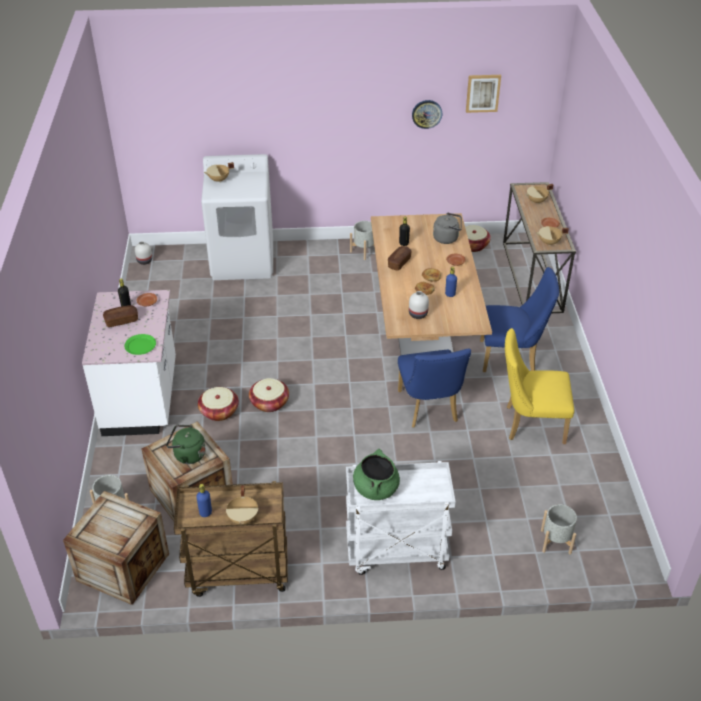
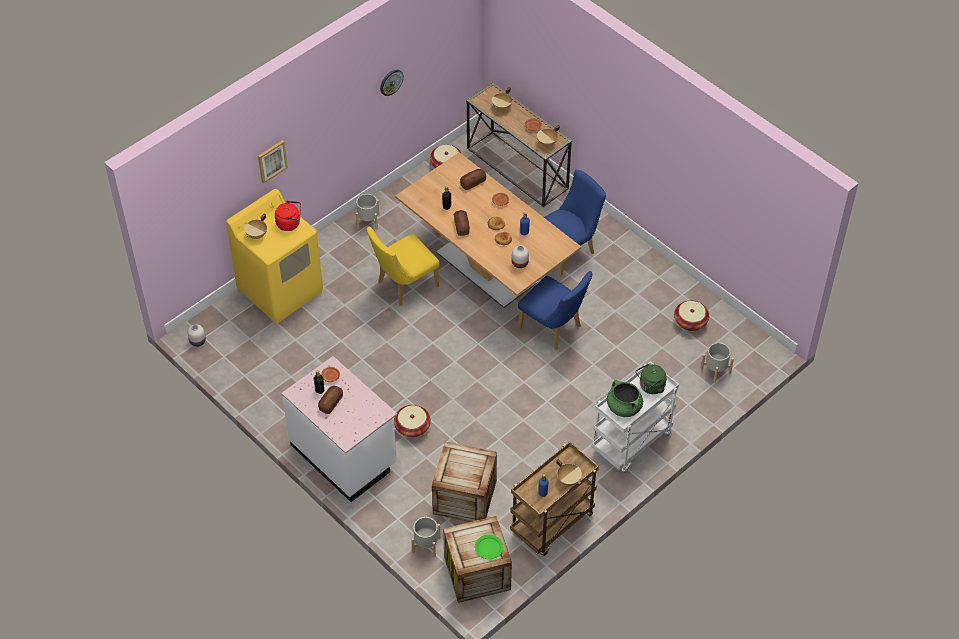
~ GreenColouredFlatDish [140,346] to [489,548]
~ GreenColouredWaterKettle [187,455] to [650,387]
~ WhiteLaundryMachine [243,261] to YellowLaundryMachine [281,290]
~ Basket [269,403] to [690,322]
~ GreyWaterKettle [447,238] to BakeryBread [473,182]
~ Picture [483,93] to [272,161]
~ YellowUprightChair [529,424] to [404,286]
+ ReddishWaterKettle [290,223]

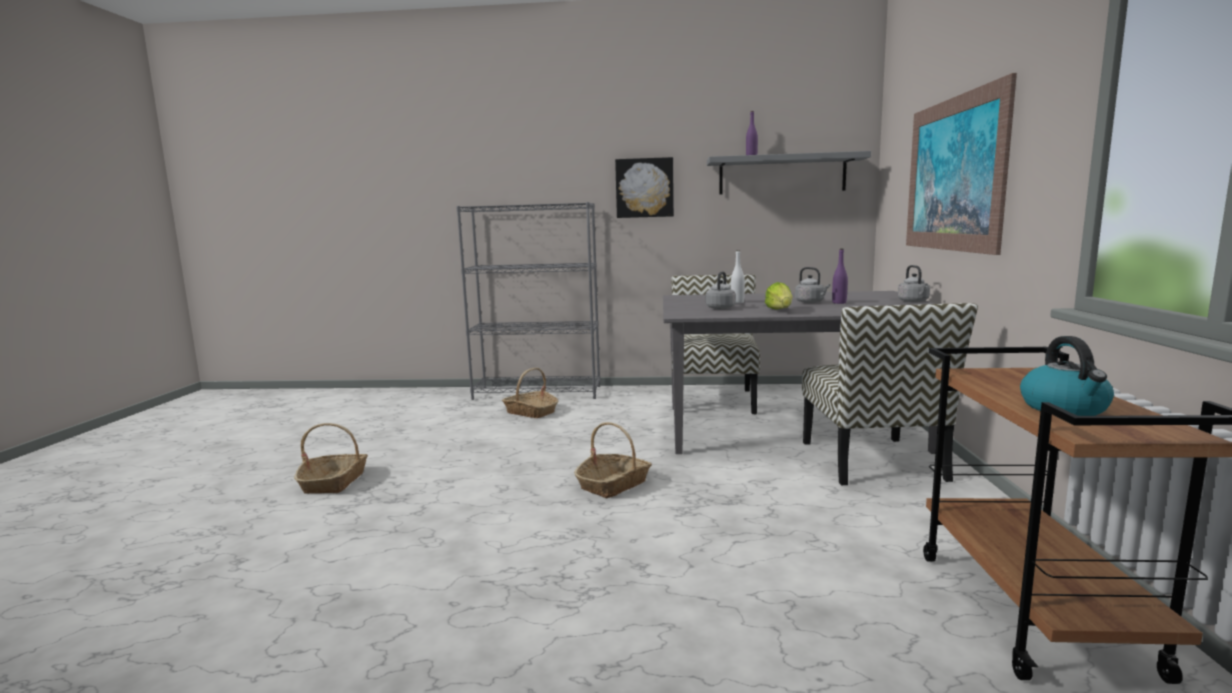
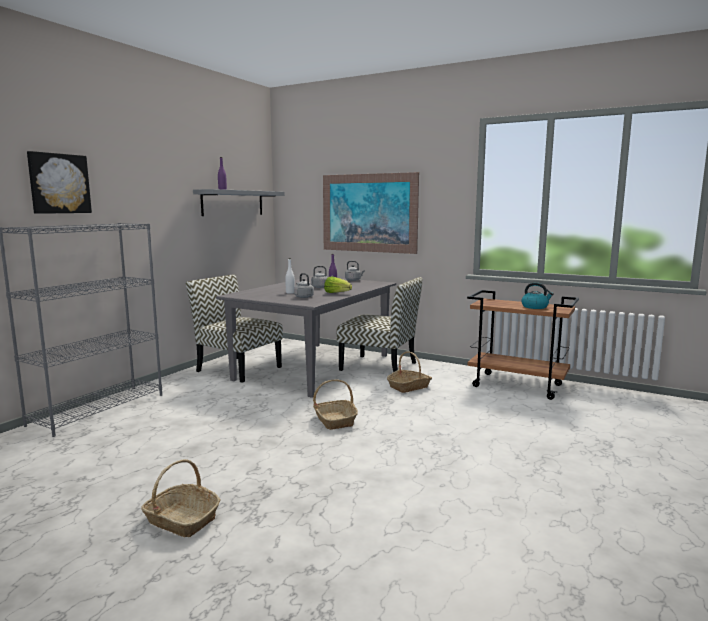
~ Basket [531,412] to [409,387]
~ Picture [644,188] to [59,183]

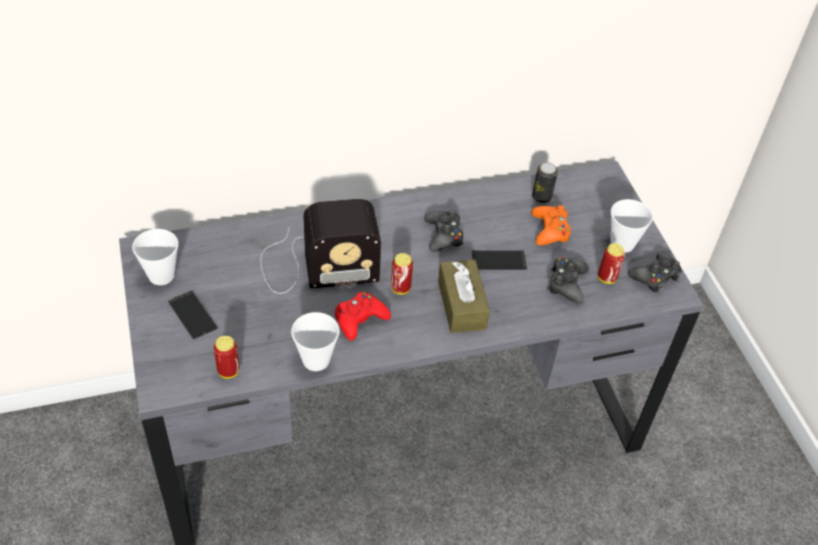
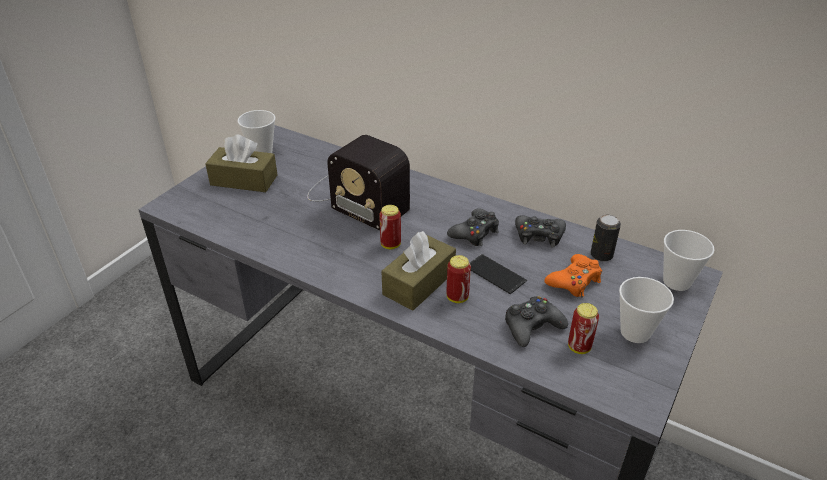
~ Phone [192,315] to BrownBoxOfTissues [244,180]
~ SealedCan [228,371] to [457,297]
~ SmallCup [316,360] to [676,281]
- ReddishJoypad [359,319]
~ BlackColouredJoypad [655,277] to [539,236]

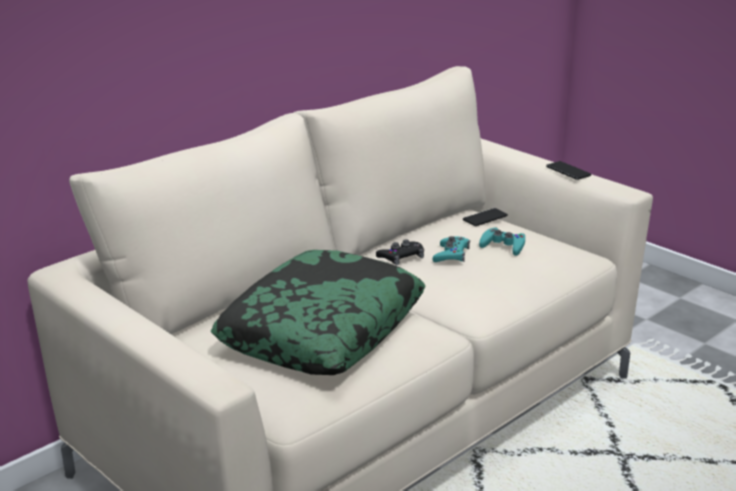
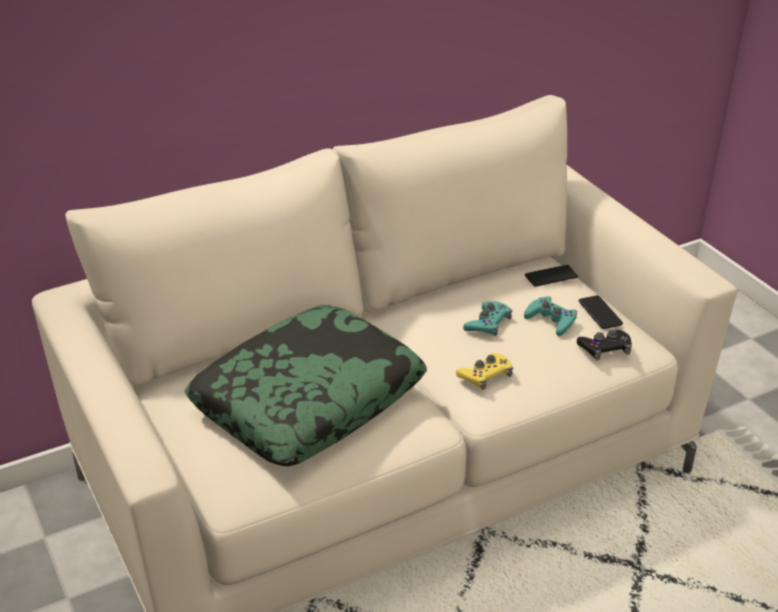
~ BlackColouredJoypad [401,257] to [604,348]
~ Phone [568,171] to [600,313]
+ YellowJoypad [485,375]

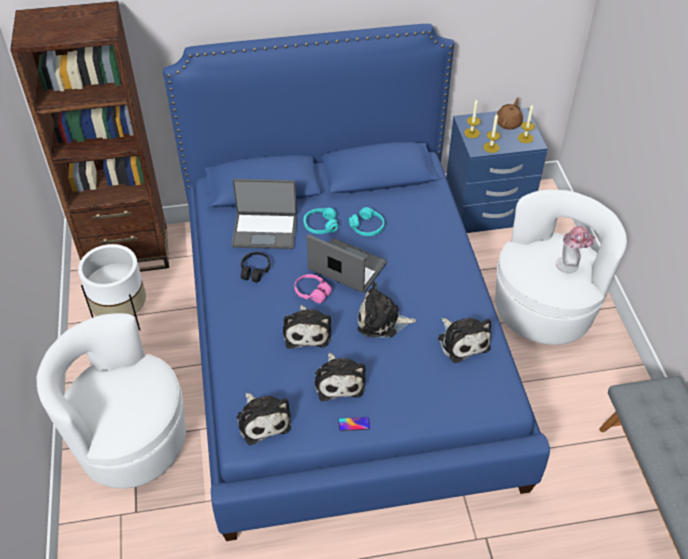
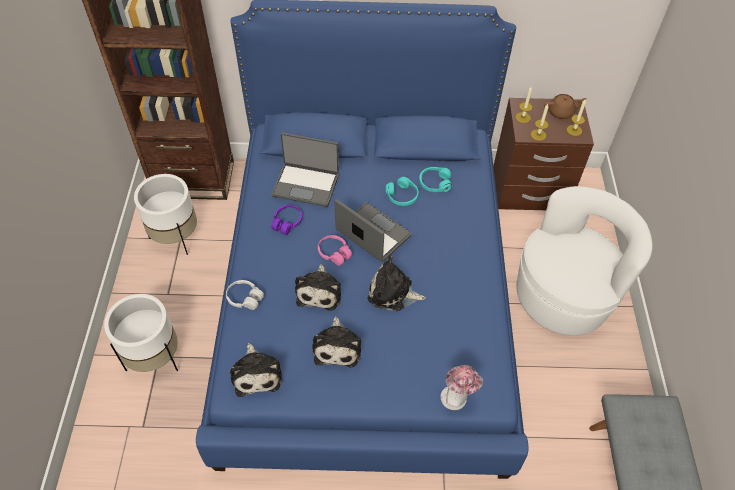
~ WhiteArmchair [130,440] to WhiteFlowerPot [154,357]
~ BlackColouredHeadset [255,271] to PurpleHeadset [287,223]
~ BlueGreenHeadset [320,225] to [434,183]
- Phone [354,424]
- CuddlyToy [462,341]
~ BlueNightstand [486,211] to BrownNightstand [529,190]
~ BrownTeaPot [508,123] = [561,112] 45 degrees clockwise
~ WearableHat [570,264] to [457,398]
+ WhiteHeadset [245,298]

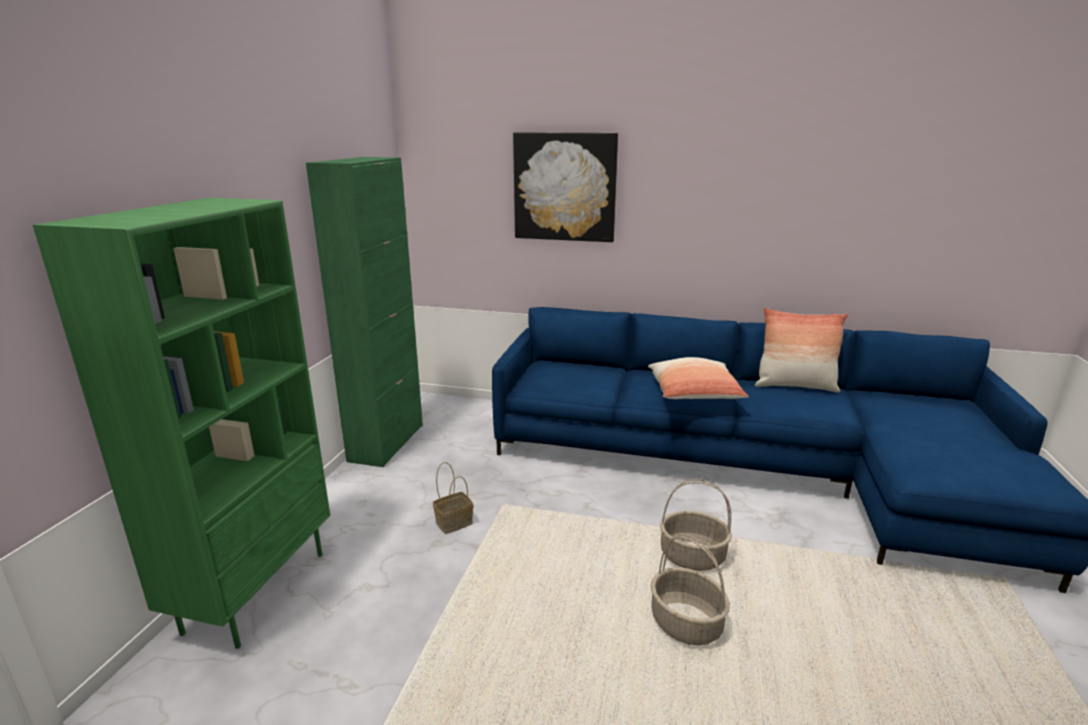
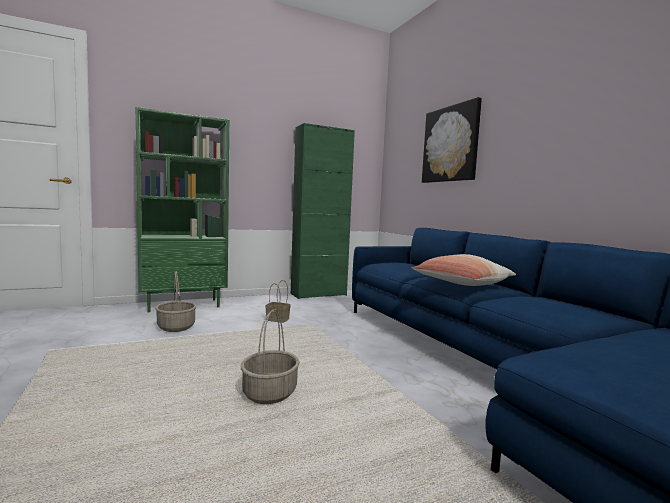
~ Basket [693,556] to [176,327]
- Cushion [795,386]

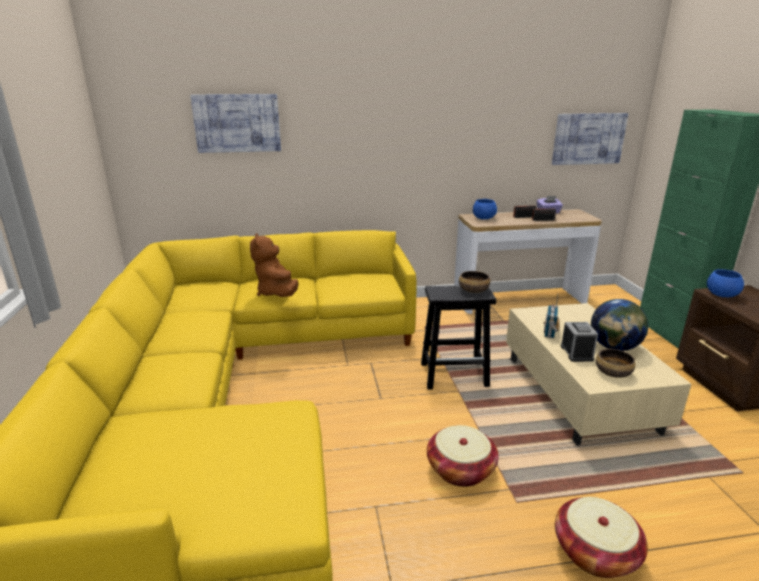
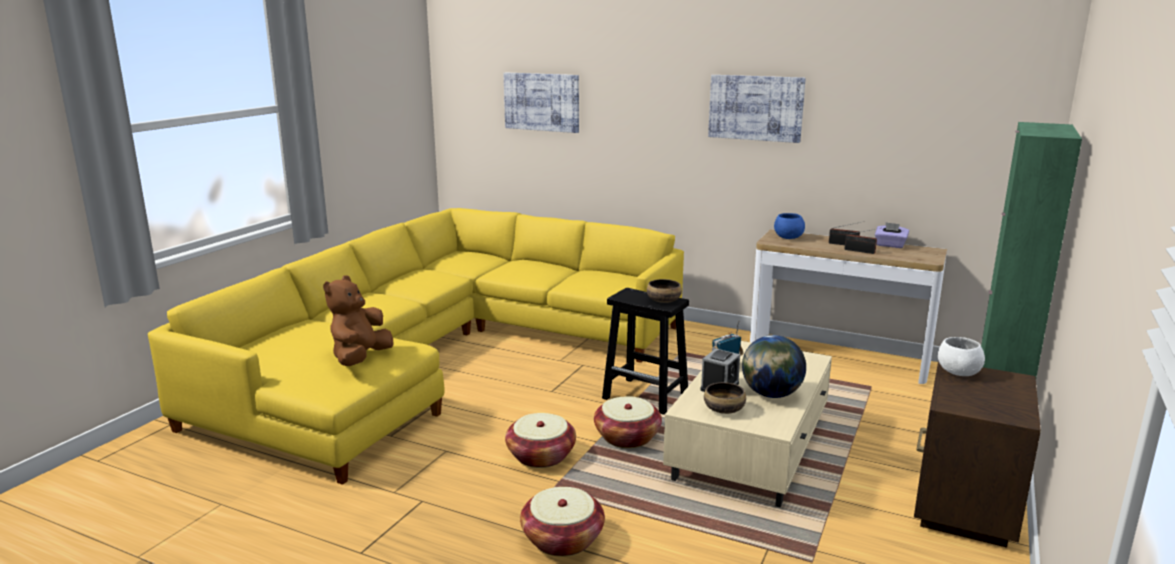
~ BrownCuddlyToy [277,293] to [360,359]
~ Picture [588,139] to [755,108]
~ BlueDeepDish [721,295] to WhiteDeepDish [958,372]
+ Basket [627,437]

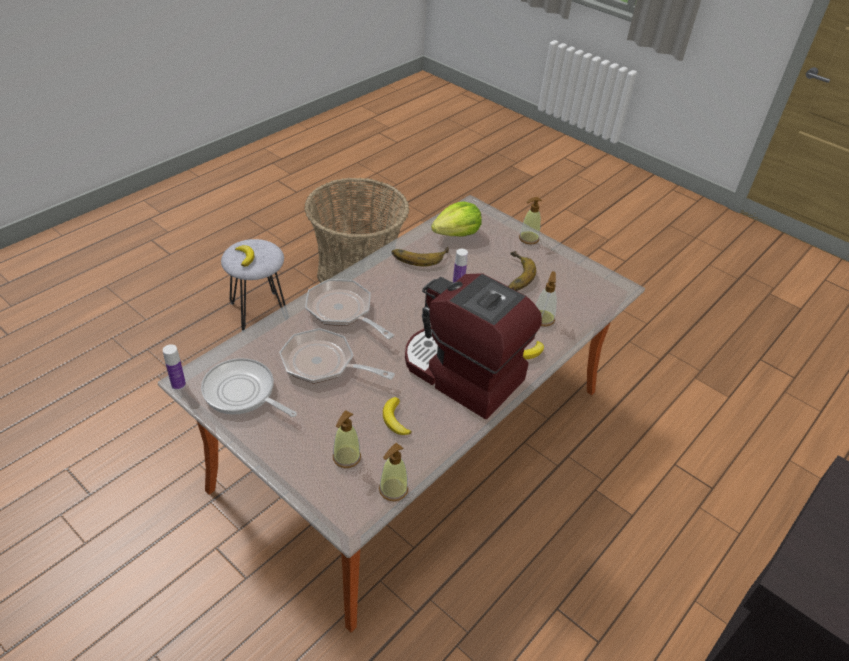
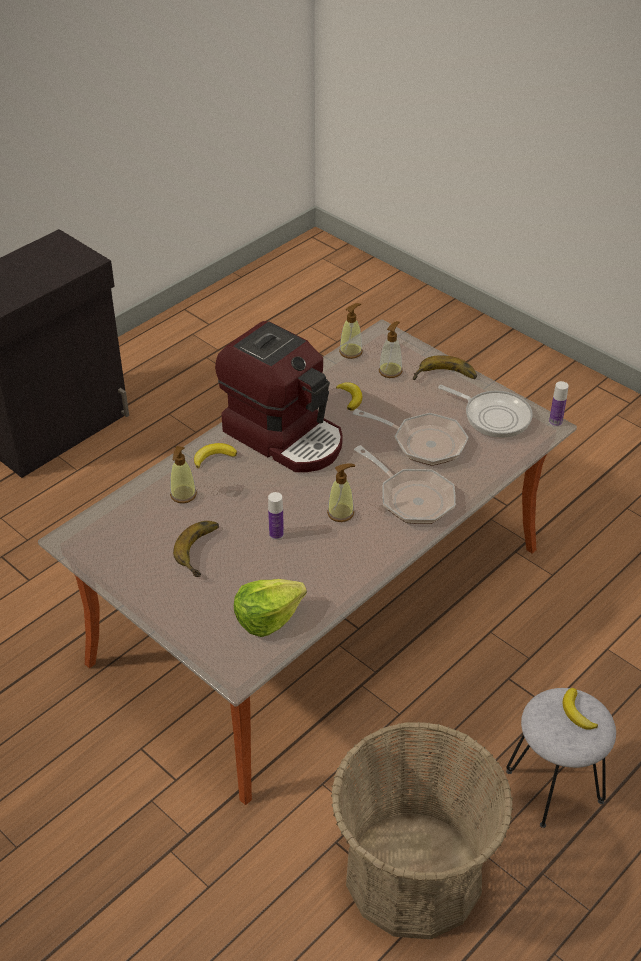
~ Banana [419,255] to [445,378]
~ SoapBottle [528,238] to [341,513]

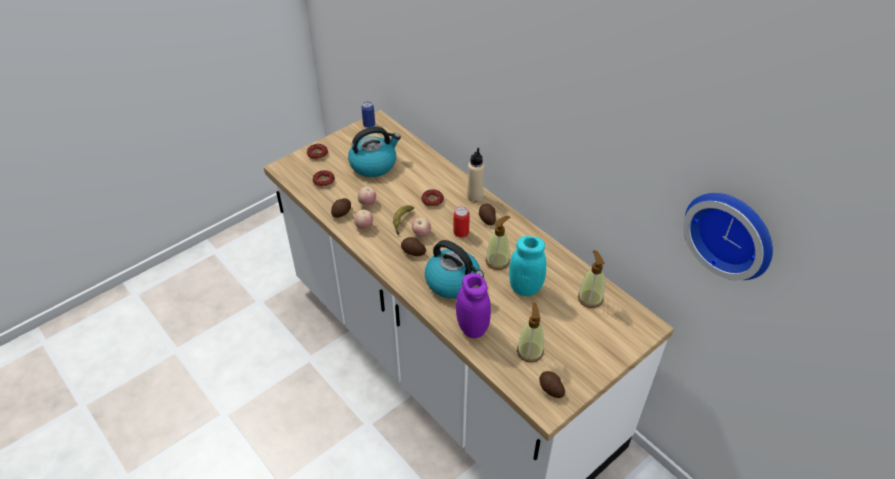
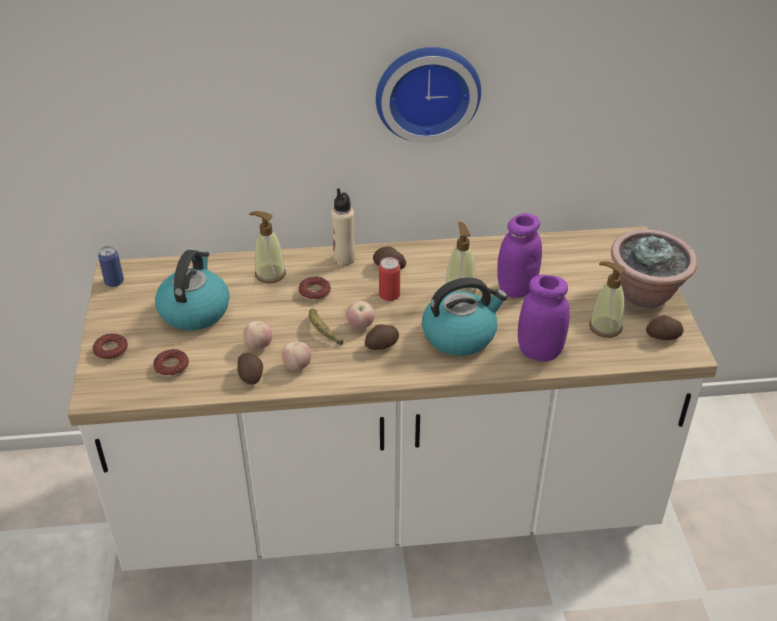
~ BlueGreenStorageJar [525,288] to PurpleStorageJar [516,288]
~ SoapBottle [590,298] to [270,274]
~ ClockOnTheWall [732,232] to [427,91]
+ PlantInAPot [645,294]

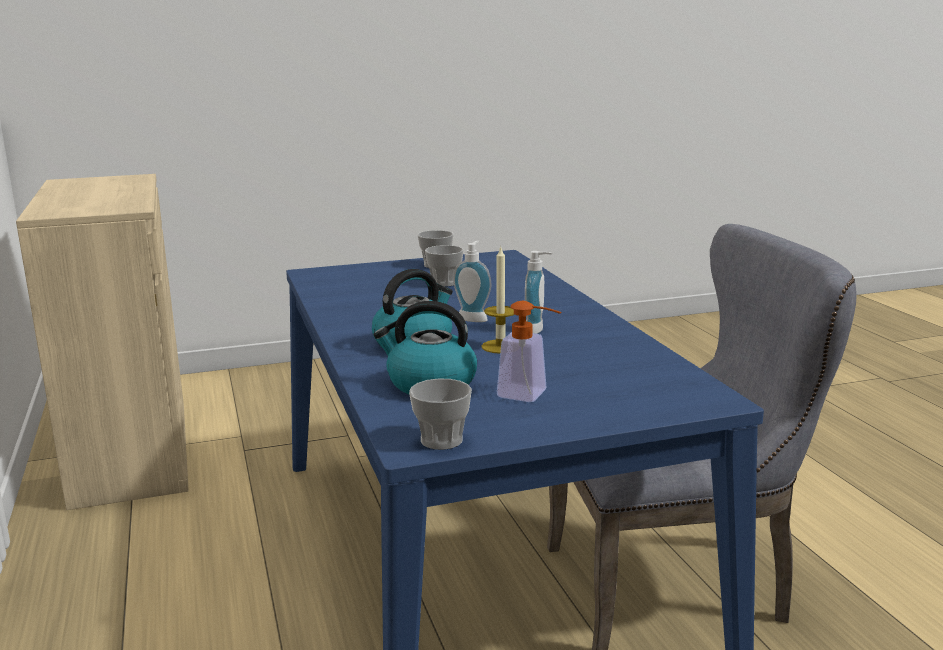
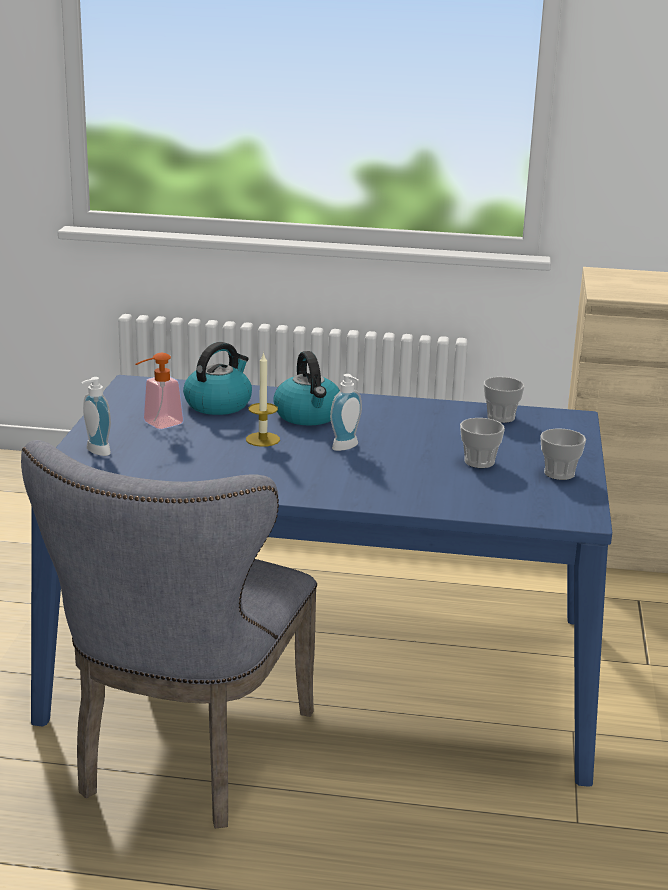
~ SmallCup [441,440] to [501,417]
~ SoapBottle [538,330] to [95,452]

